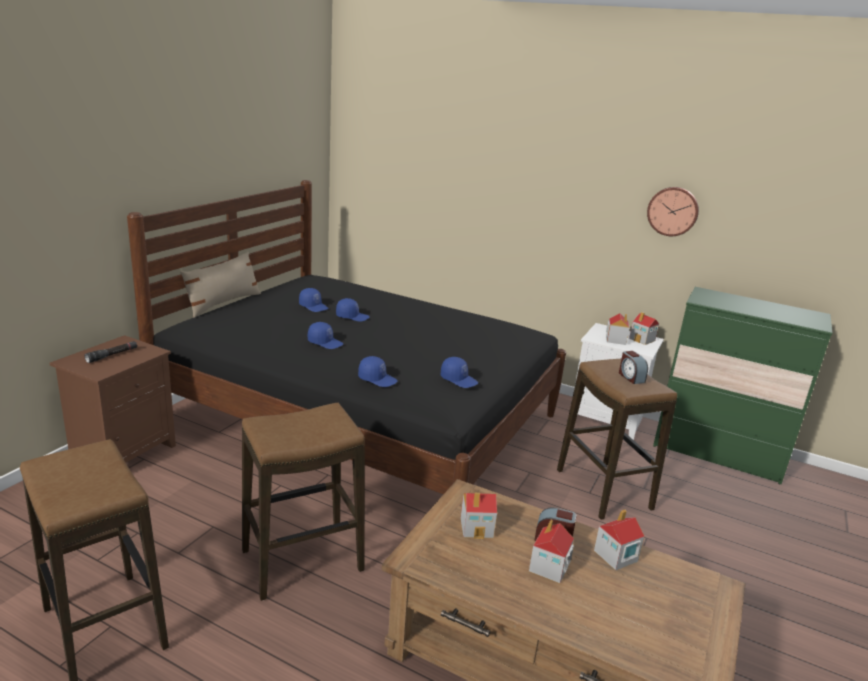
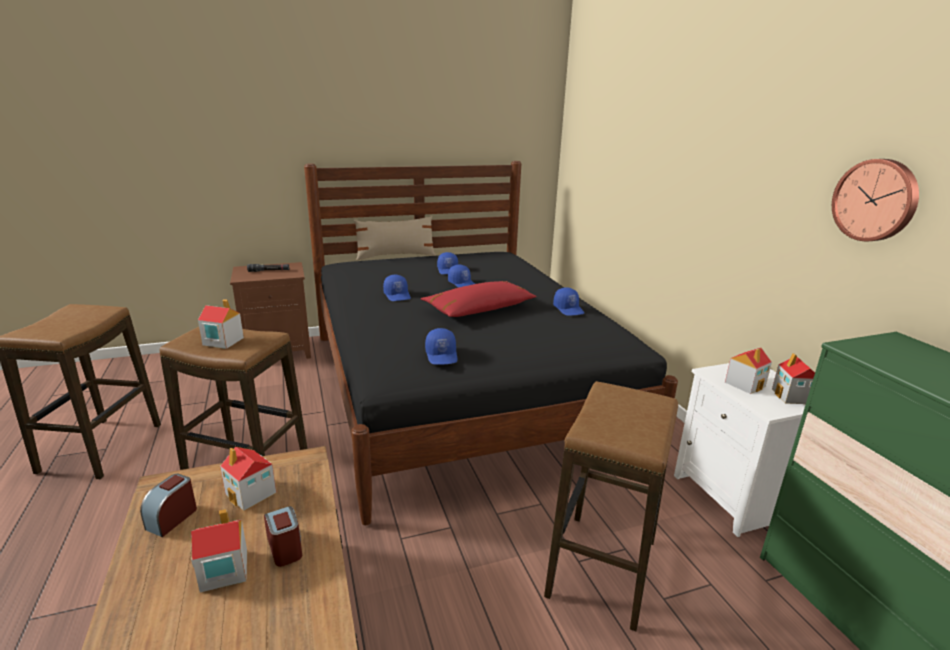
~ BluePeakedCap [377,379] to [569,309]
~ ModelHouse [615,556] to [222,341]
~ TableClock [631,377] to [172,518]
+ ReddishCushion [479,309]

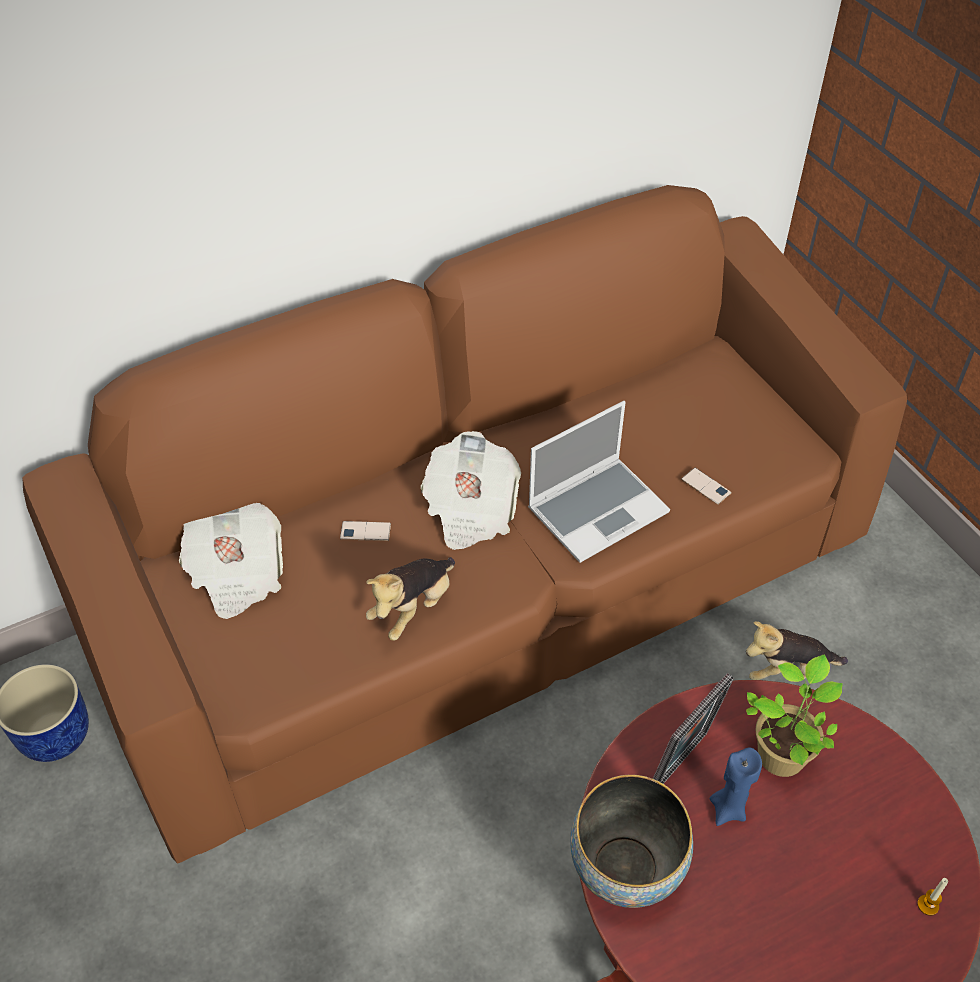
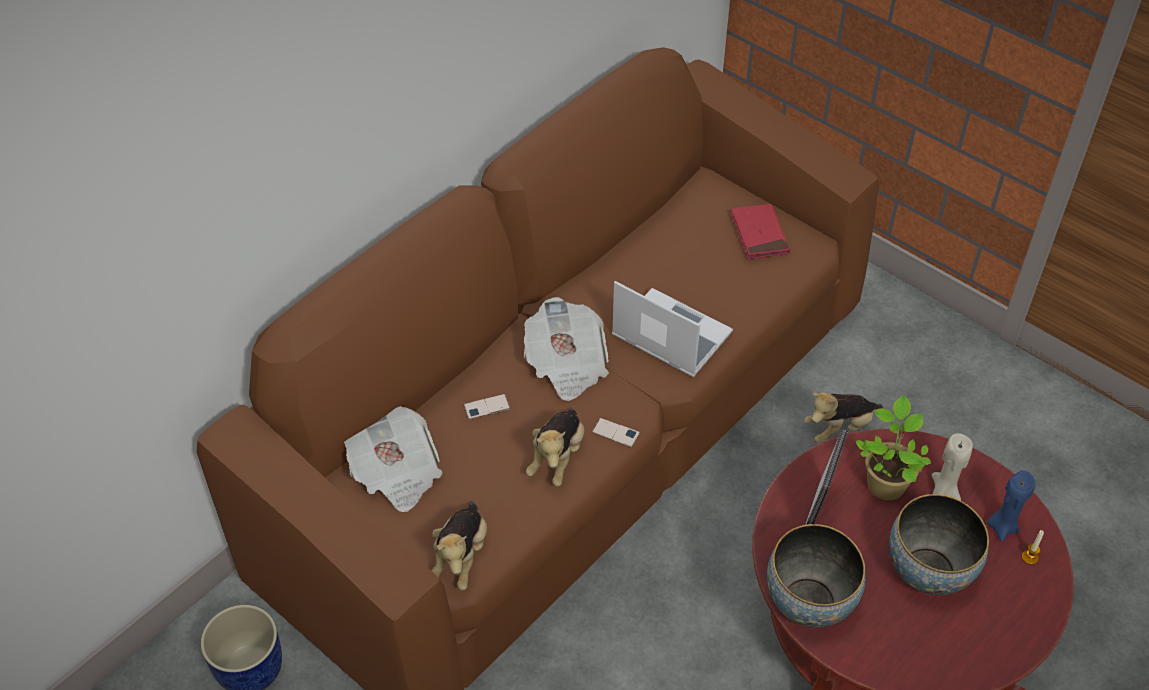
~ Laptop [598,509] = [669,335] 90 degrees counterclockwise
~ Phone [706,486] to [615,433]
~ BlueWaxLight [728,808] to [1002,527]
+ CuddlyToy [461,557]
+ ReddishBoundBook [759,234]
+ DeepDish [928,572]
+ BeigeWaxLight [943,491]

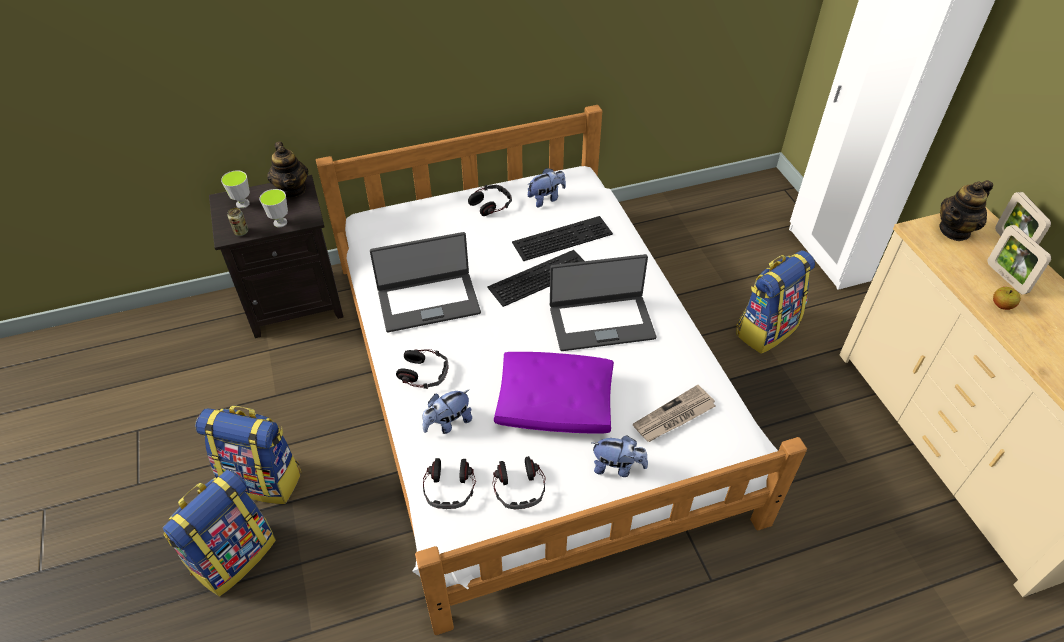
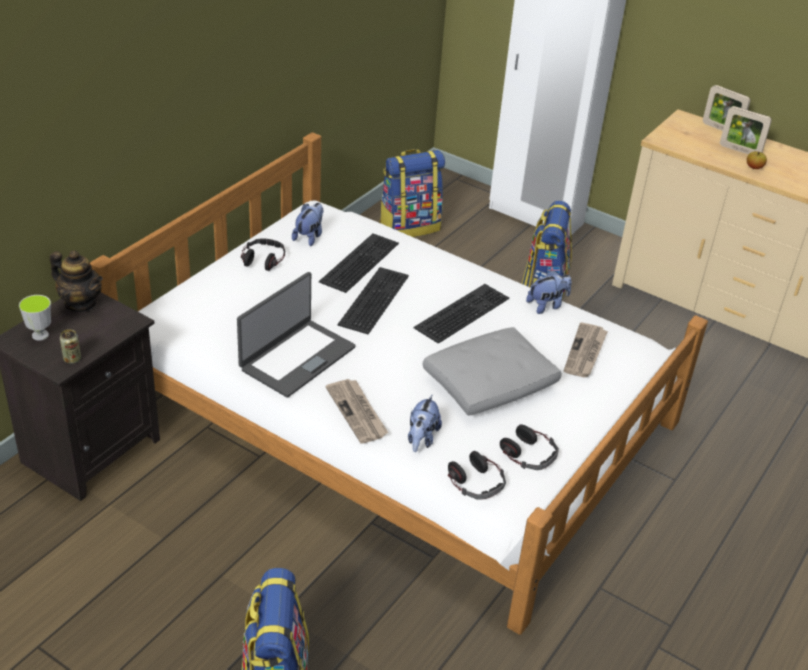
~ Backpack [264,479] to [409,227]
- SmallCup [280,222]
~ Headset [424,372] to DailyPaper [357,412]
~ PurpleCushion [556,402] to GreyCushion [490,383]
~ Laptop [601,322] to PcKeyboard [461,311]
~ CuddlyToy [617,467] to [547,305]
- TeaPot [955,230]

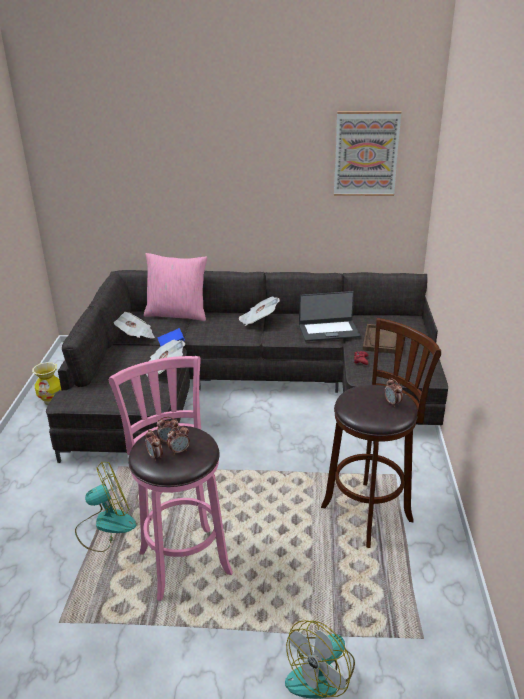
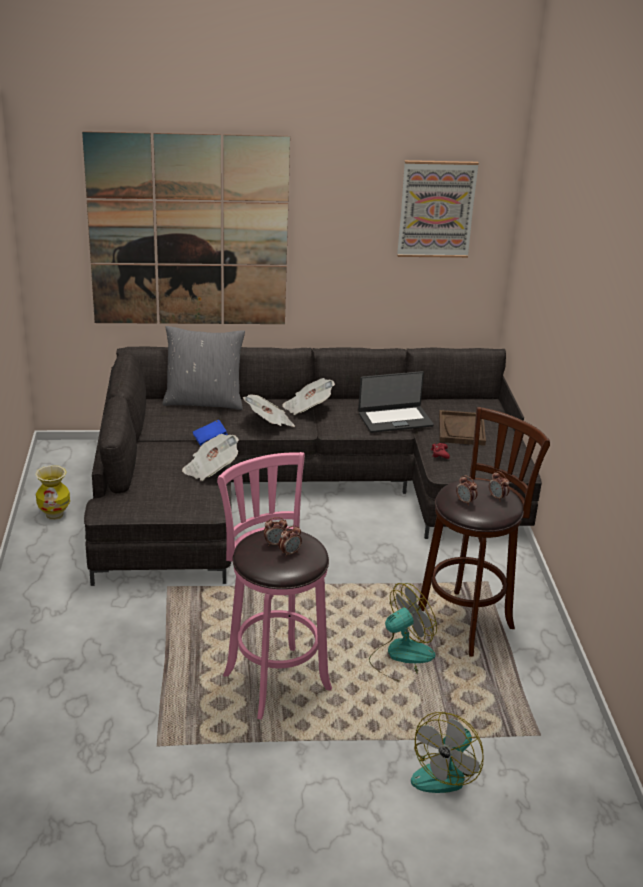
~ ElectricFan [105,526] to [401,657]
~ DailyPaper [134,335] to [269,423]
~ PinkColouredCushion [177,314] to GreyCushion [204,401]
~ TableClock [155,456] to [465,502]
+ Picture [188,232]

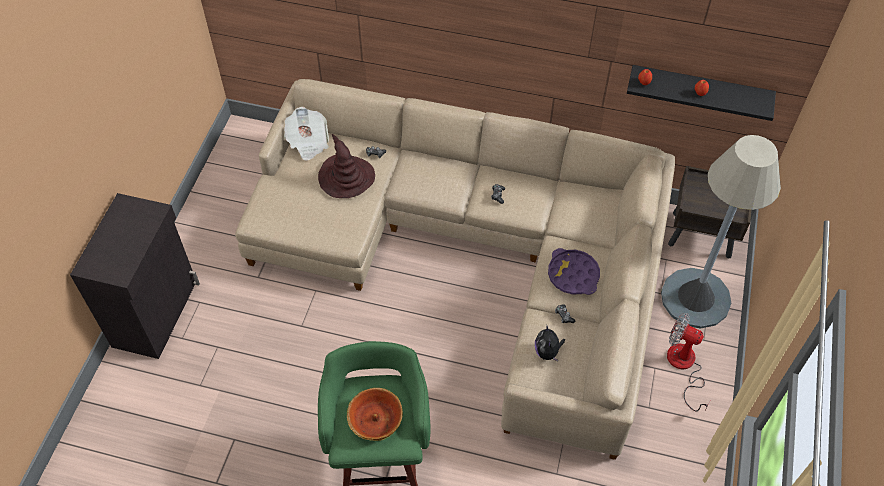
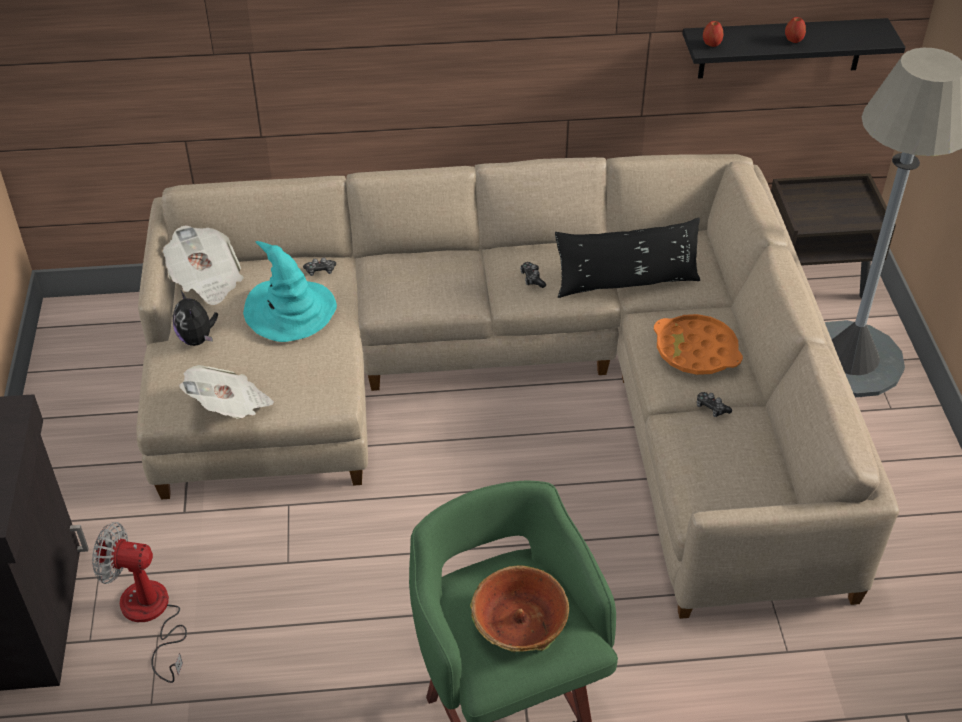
~ BrownWearableHat [346,177] to BlueGreenWearableHat [290,312]
~ CuddlyToy [547,352] to [197,339]
~ PurpleServingTray [573,275] to OrangeColouredServingTray [696,351]
~ ElectricFan [683,366] to [150,616]
+ DailyPaper [230,407]
+ BlackColouredCushion [626,283]

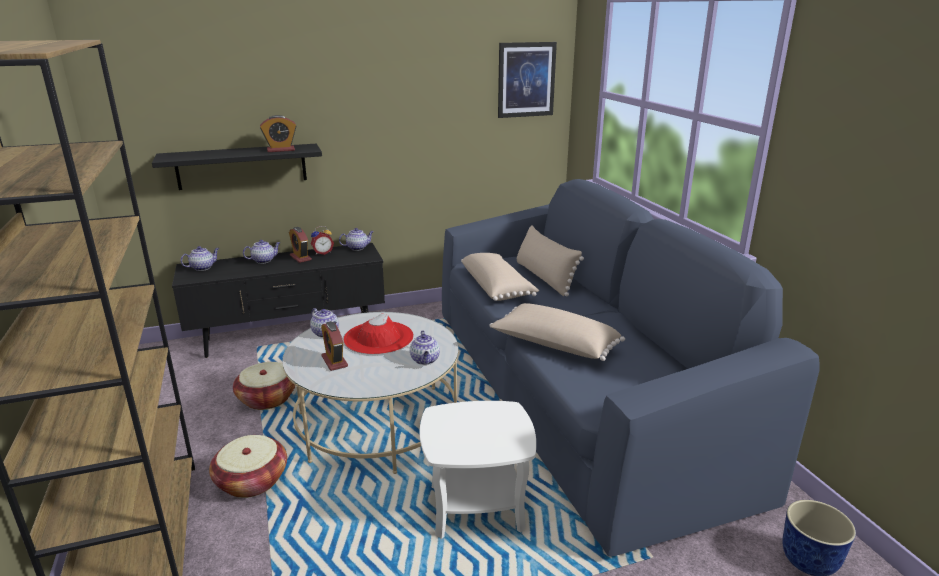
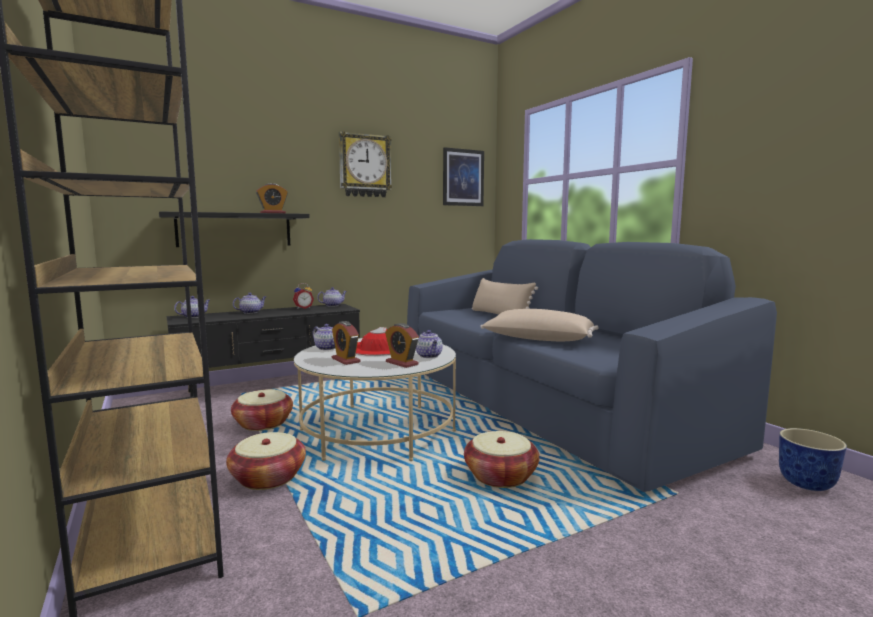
~ TableClock [300,258] to [402,363]
~ WhiteAccentTable [477,507] to Basket [500,476]
- BeigeCushion [497,288]
+ ClockOnTheWall [364,166]

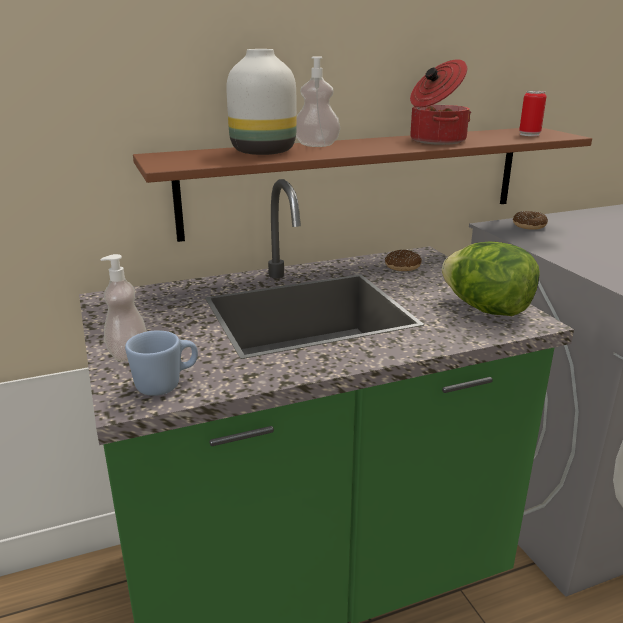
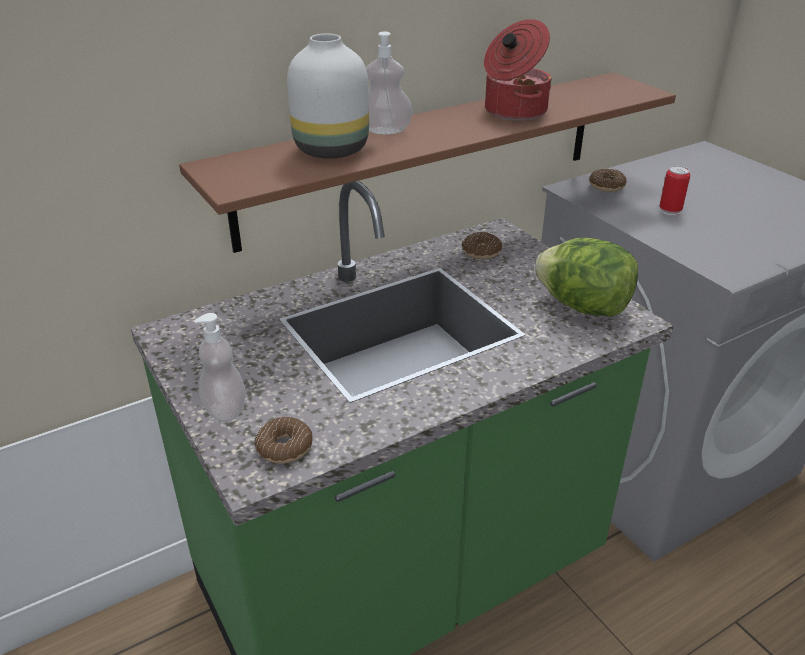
~ BlueTeaMug [166,385] to RingDoughnut [284,447]
~ SealedCan [529,134] to [670,210]

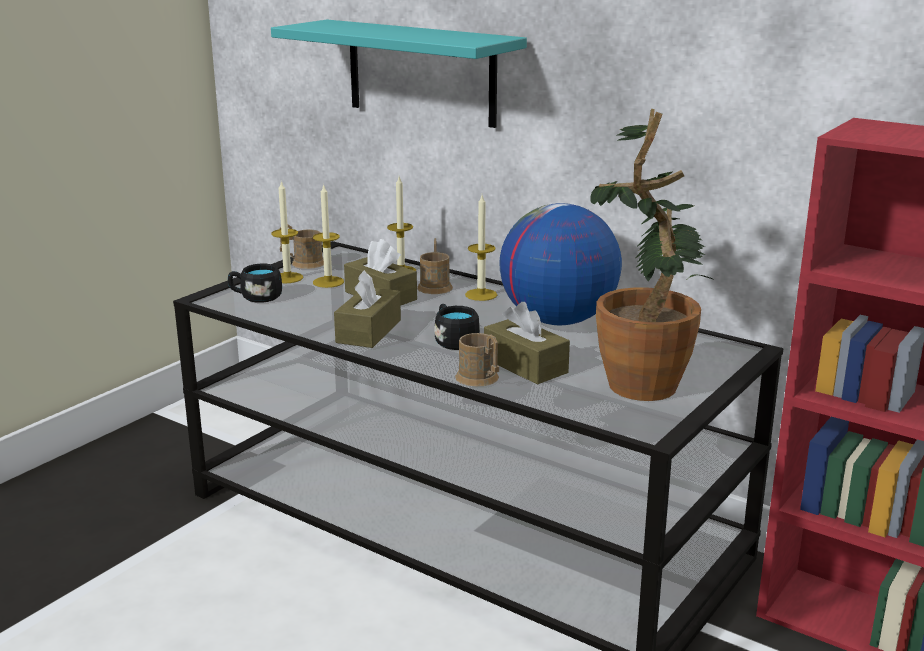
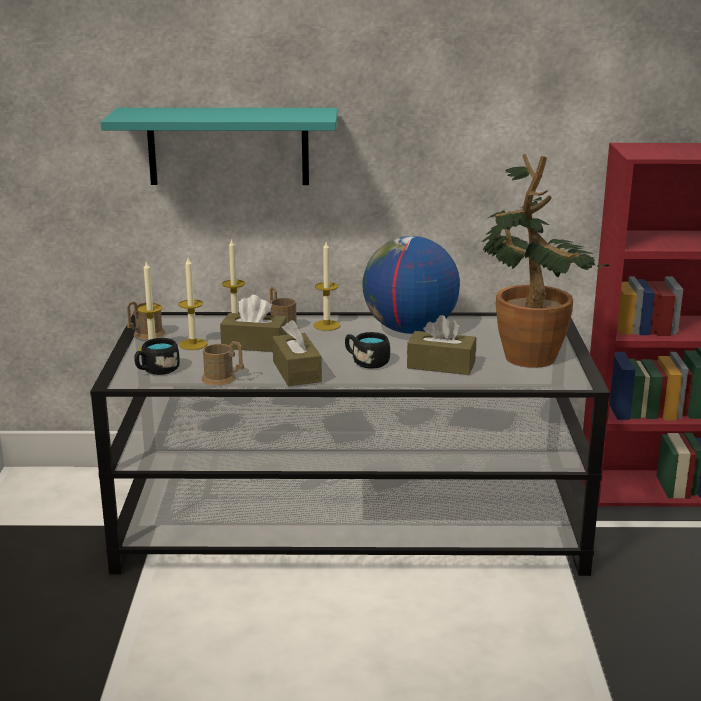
~ BrownTeaMug [480,379] to [223,379]

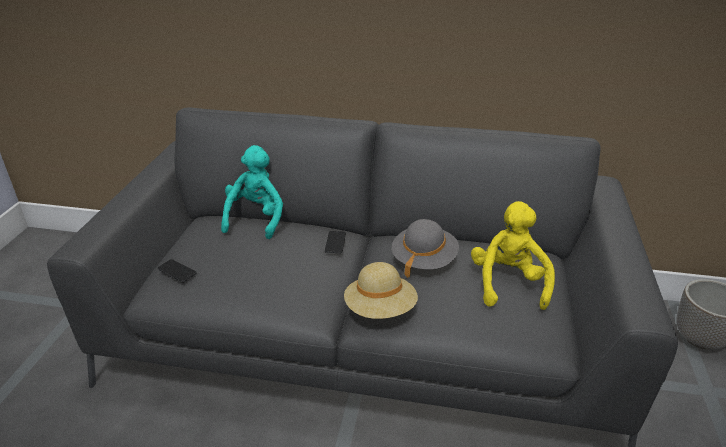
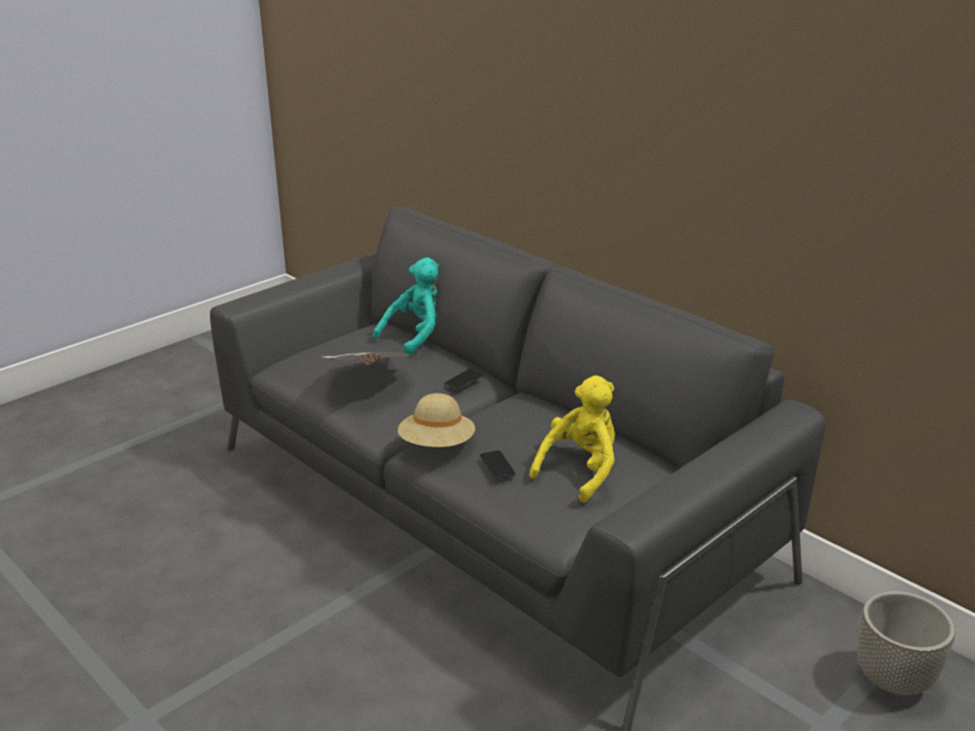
~ Phone [177,271] to [497,465]
- GreyWearableHat [424,260]
+ DailyPaper [370,378]

